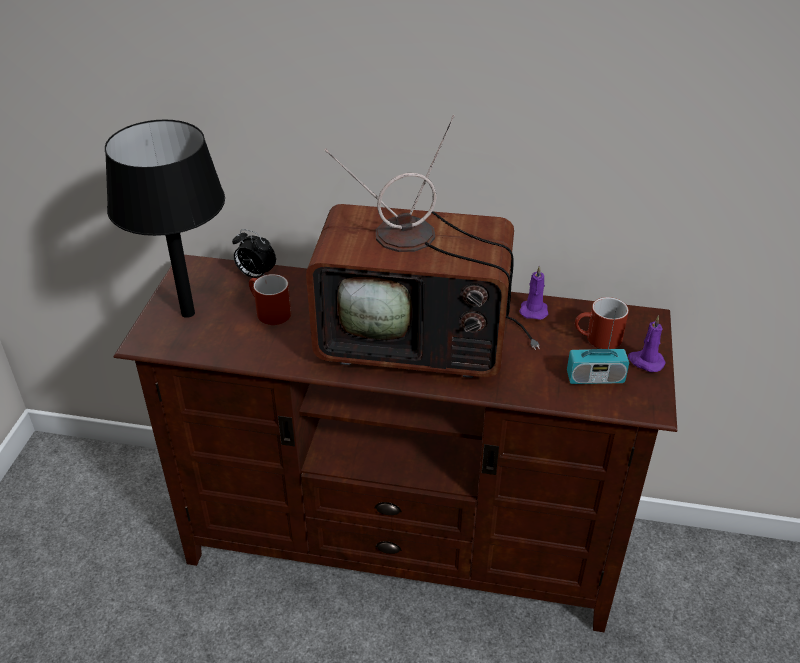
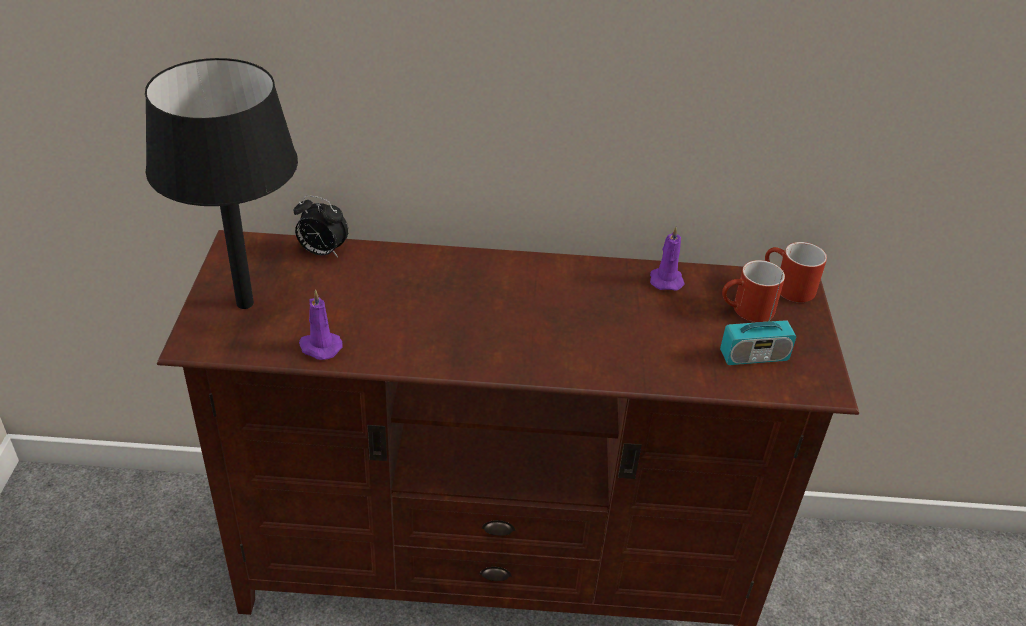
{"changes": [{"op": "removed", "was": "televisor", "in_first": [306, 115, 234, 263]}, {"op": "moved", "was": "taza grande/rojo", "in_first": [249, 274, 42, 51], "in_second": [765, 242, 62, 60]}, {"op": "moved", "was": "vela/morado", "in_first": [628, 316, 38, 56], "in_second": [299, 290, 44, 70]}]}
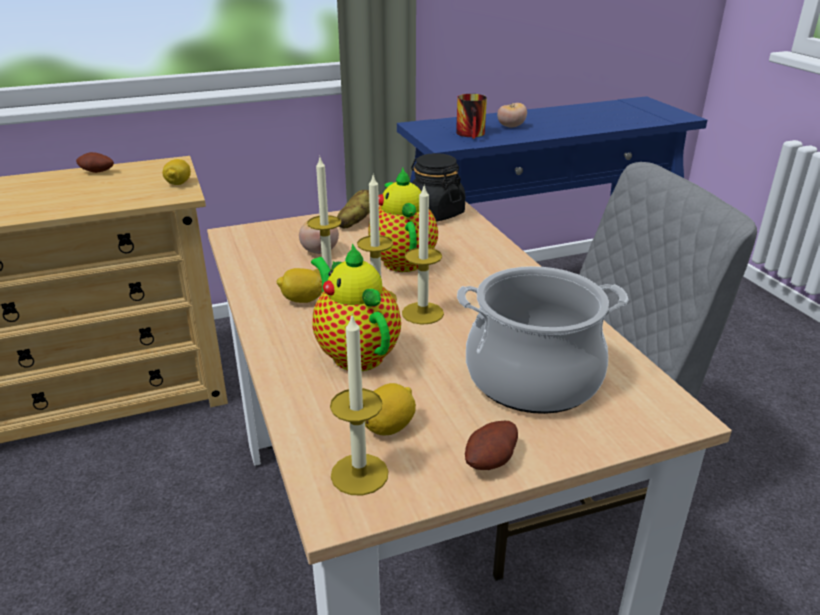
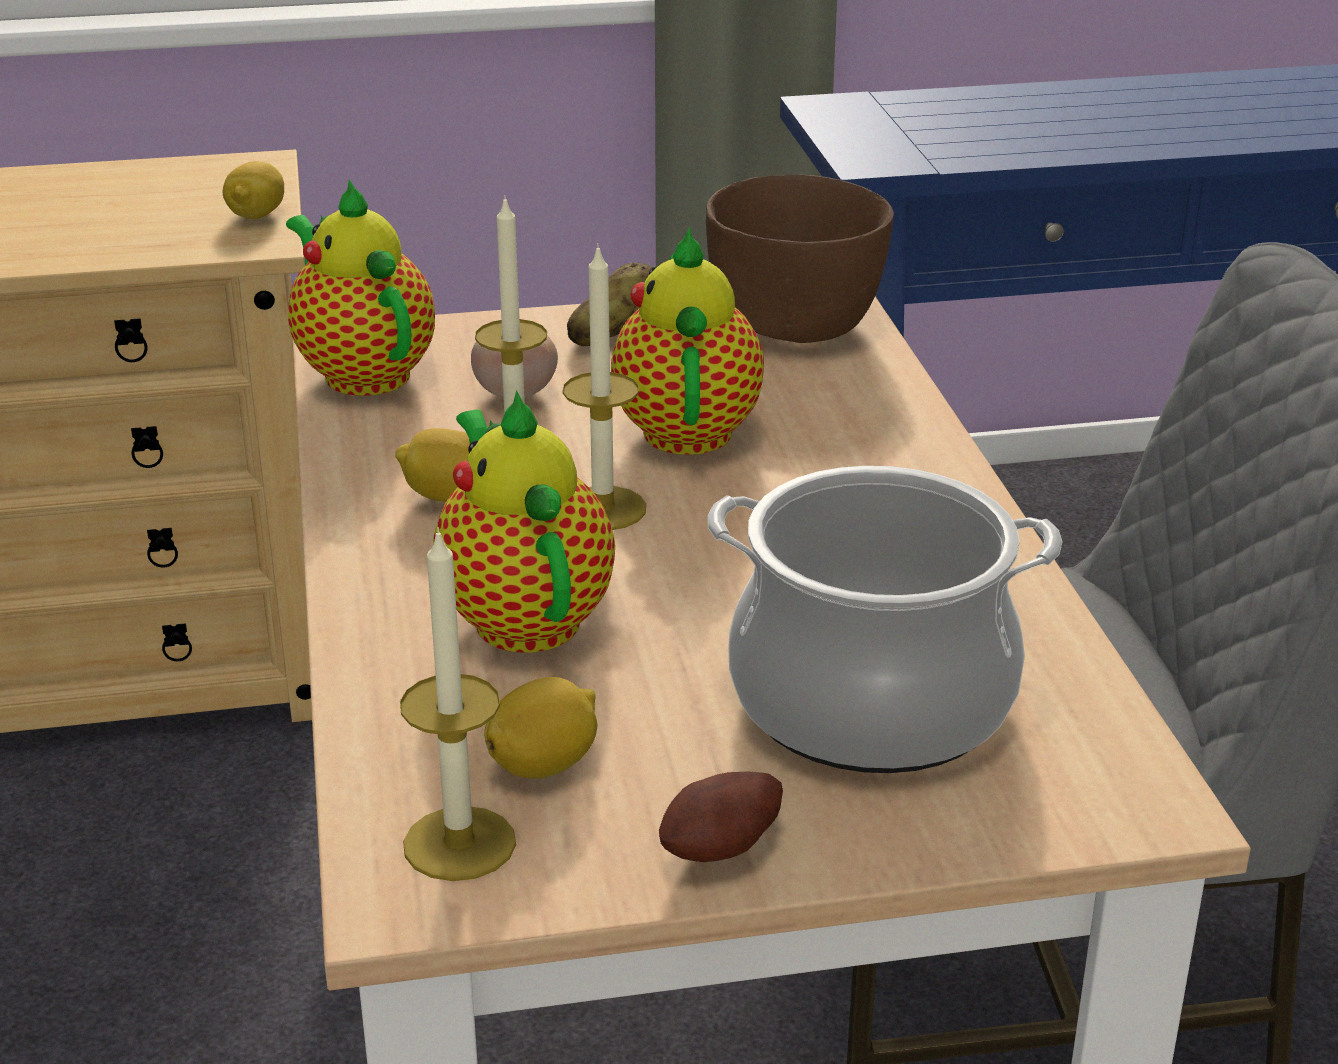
{"changes": [{"op": "removed", "was": "patata", "in_first": [76, 152, 38, 21]}, {"op": "removed", "was": "vela", "in_first": [402, 185, 42, 140]}, {"op": "removed", "was": "taza grande", "in_first": [456, 94, 31, 44]}, {"op": "removed", "was": "tomate", "in_first": [497, 103, 30, 25]}, {"op": "added", "now": "tetera", "in_second": [286, 180, 149, 216]}, {"op": "replaced", "was": "tarro/negro", "now": "cuenco/marrón", "in_first": [411, 153, 54, 69], "in_second": [706, 175, 188, 168]}]}
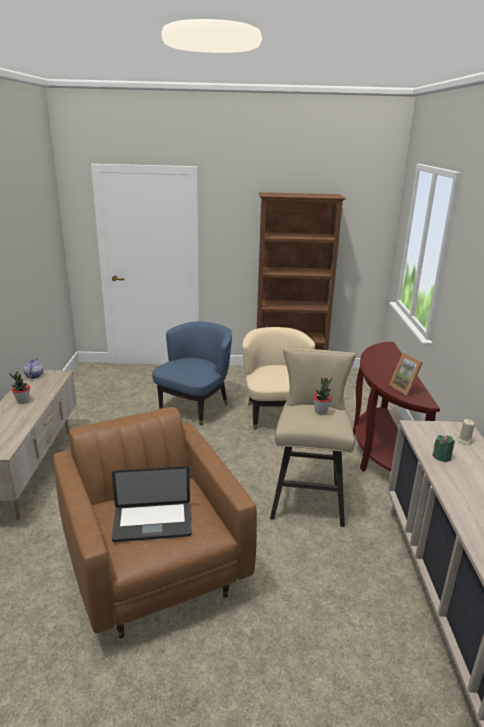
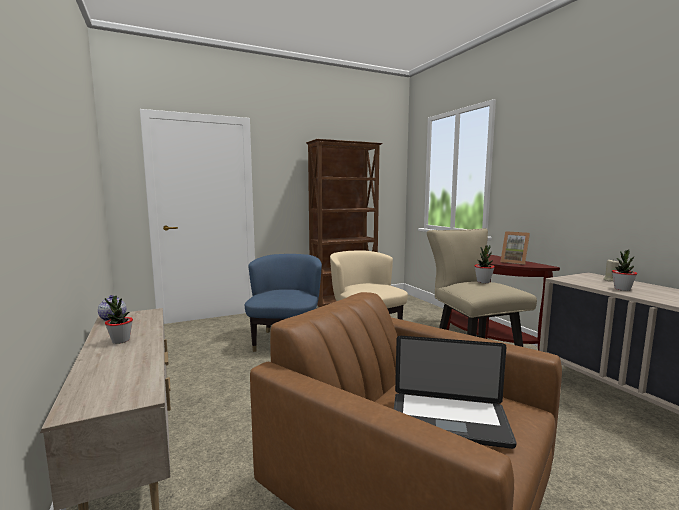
{"changes": [{"op": "replaced", "was": "vela/verde", "now": "planta en maceta", "in_first": [432, 435, 23, 27], "in_second": [612, 249, 25, 42]}, {"op": "turned", "was": "portátil", "in_first": [112, 466, 80, 76], "in_second": [394, 336, 123, 113], "clockwise": 45}]}
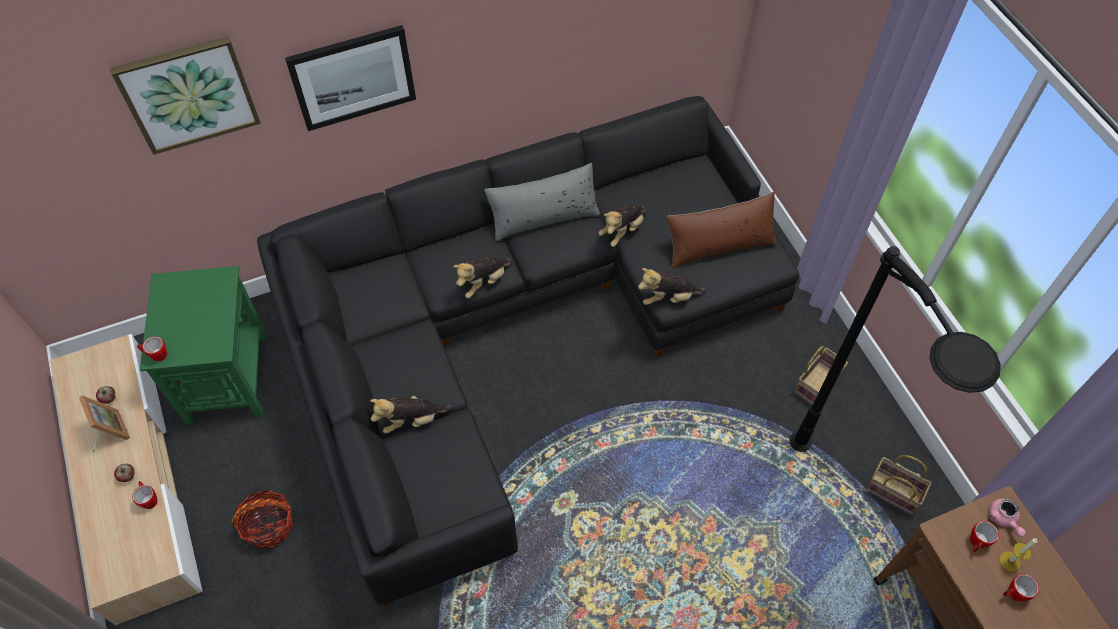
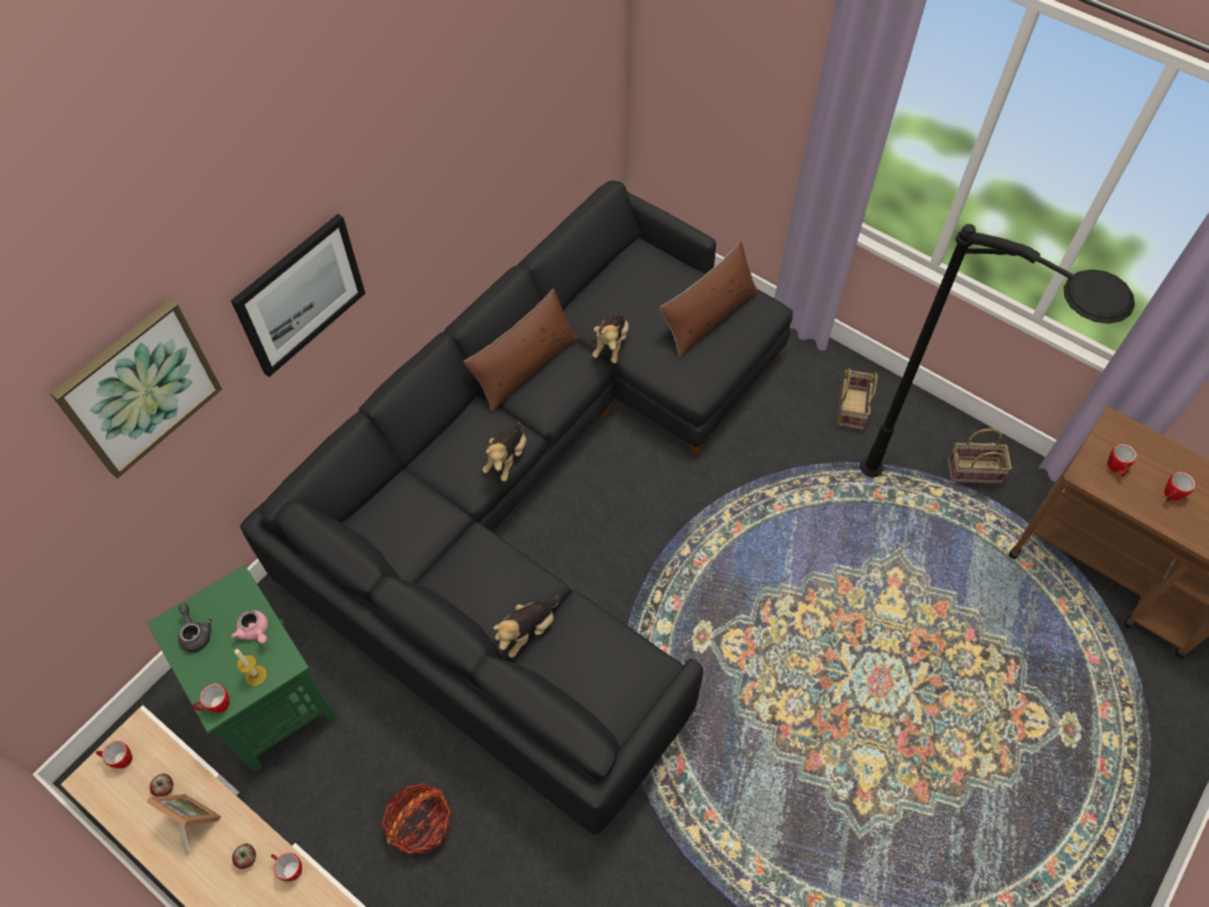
{"changes": [{"op": "removed", "was": "peluche", "in_first": [638, 268, 68, 37]}, {"op": "added", "now": "taza grande", "in_second": [96, 741, 36, 27]}, {"op": "added", "now": "tetera/gris", "in_second": [178, 603, 34, 49]}, {"op": "moved", "was": "tetera/rosa", "in_first": [989, 499, 37, 38], "in_second": [231, 610, 37, 34]}, {"op": "moved", "was": "vela", "in_first": [999, 538, 38, 33], "in_second": [234, 649, 33, 37]}, {"op": "recoloured", "was": "cojín/gris", "now": "cojín/marrón", "in_first": [484, 163, 116, 78], "in_second": [464, 288, 115, 124]}]}
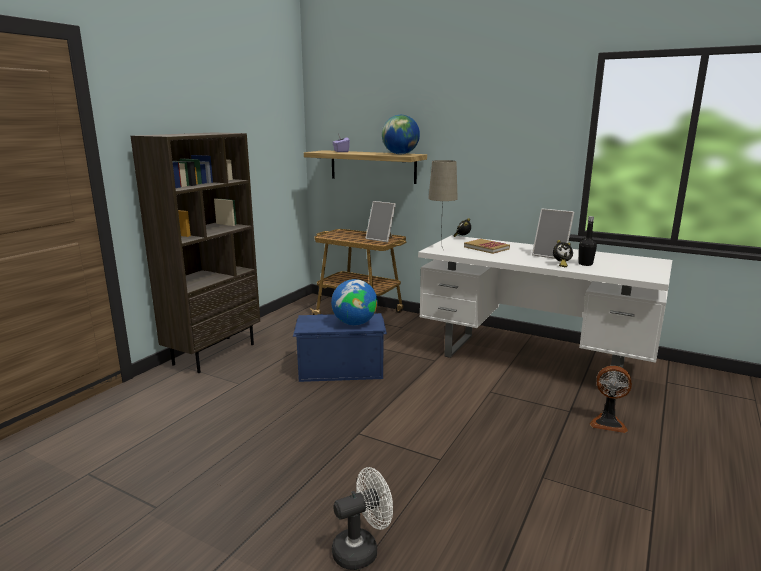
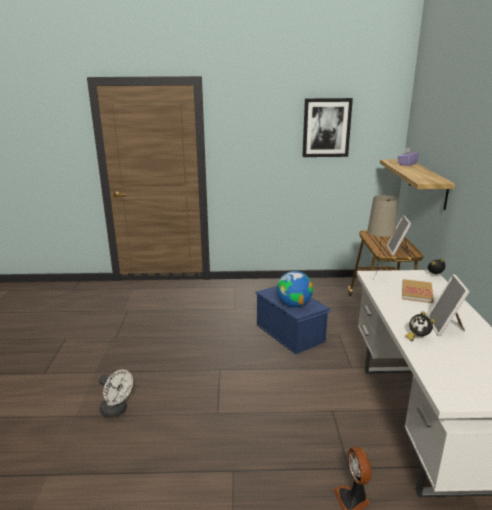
{"changes": [{"op": "removed", "was": "estantería/marrón", "in_first": [131, 133, 129, 240]}, {"op": "removed", "was": "globo terráqueo", "in_first": [382, 115, 38, 39]}, {"op": "removed", "was": "botella/negro", "in_first": [578, 216, 19, 50]}, {"op": "added", "now": "cuadro", "in_second": [302, 98, 51, 59]}]}
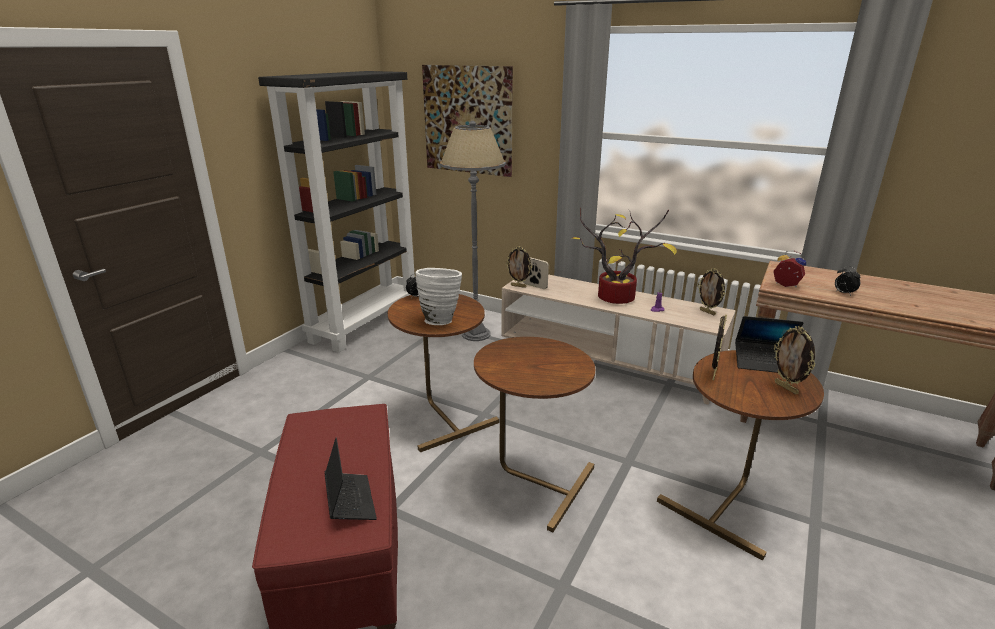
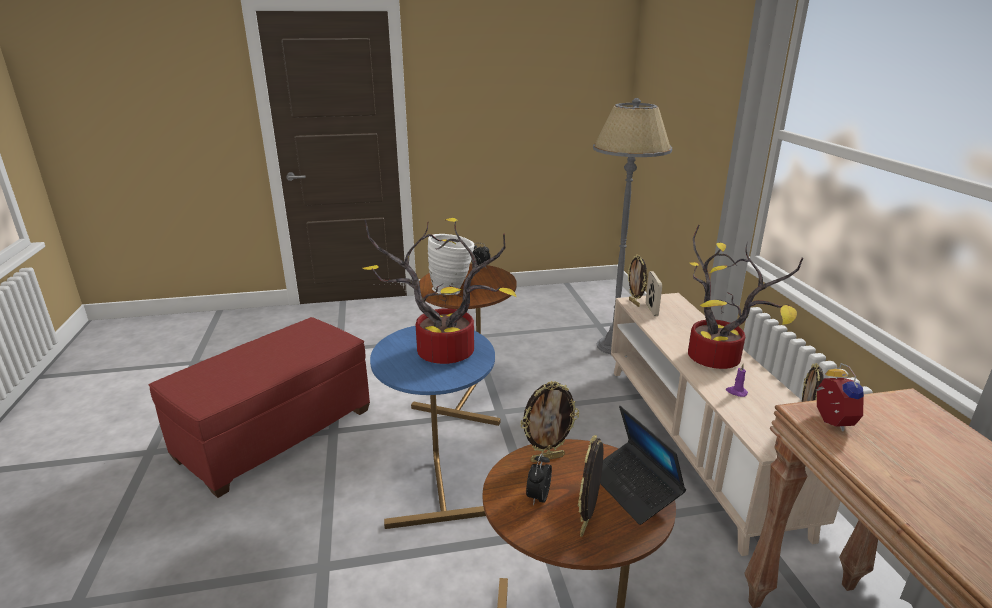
{"changes": [{"op": "removed", "was": "estantería/negro", "in_first": [258, 71, 157, 282]}, {"op": "removed", "was": "portátil", "in_first": [325, 438, 52, 82]}, {"op": "removed", "was": "cuadro", "in_first": [422, 65, 91, 112]}, {"op": "added", "now": "planta en maceta", "in_second": [362, 218, 155, 146]}, {"op": "moved", "was": "despertador", "in_first": [835, 266, 25, 30], "in_second": [526, 453, 26, 53]}, {"op": "recoloured", "was": "mesa auxiliar/marrón", "now": "mesa auxiliar/azul", "in_first": [474, 337, 121, 195], "in_second": [370, 326, 125, 203]}]}
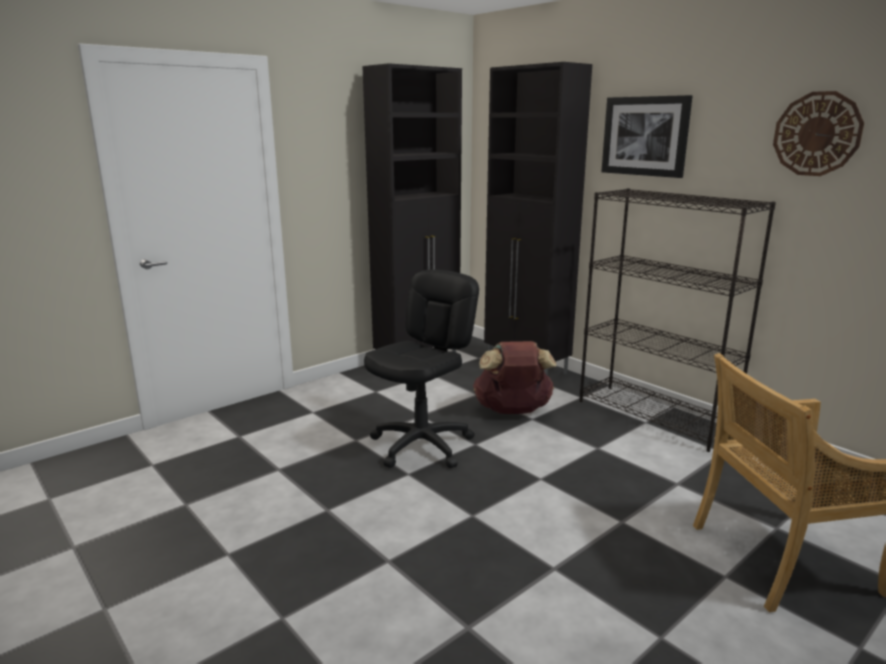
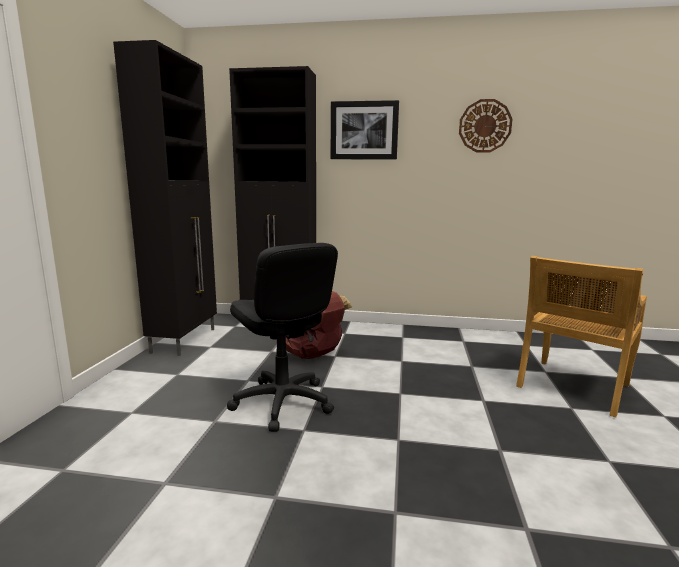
{"changes": [{"op": "removed", "was": "estantería/negro", "in_first": [580, 188, 196, 264]}, {"op": "turned", "was": "silla de oficina/negro", "in_first": [364, 270, 115, 198], "in_second": [227, 243, 111, 189], "clockwise": 150}]}
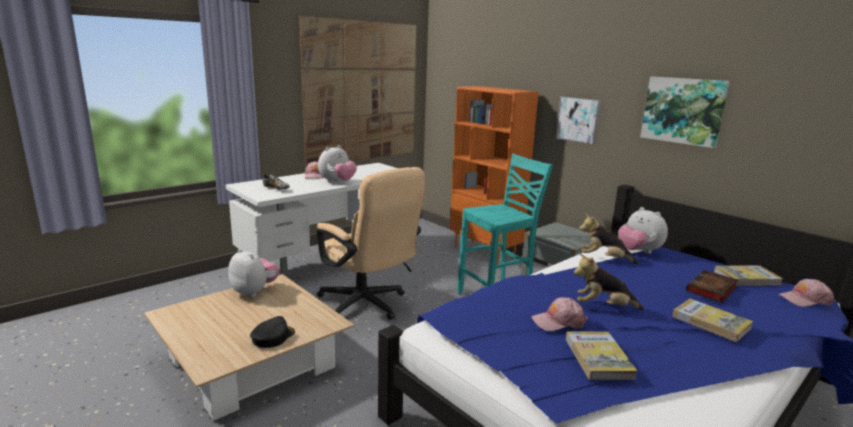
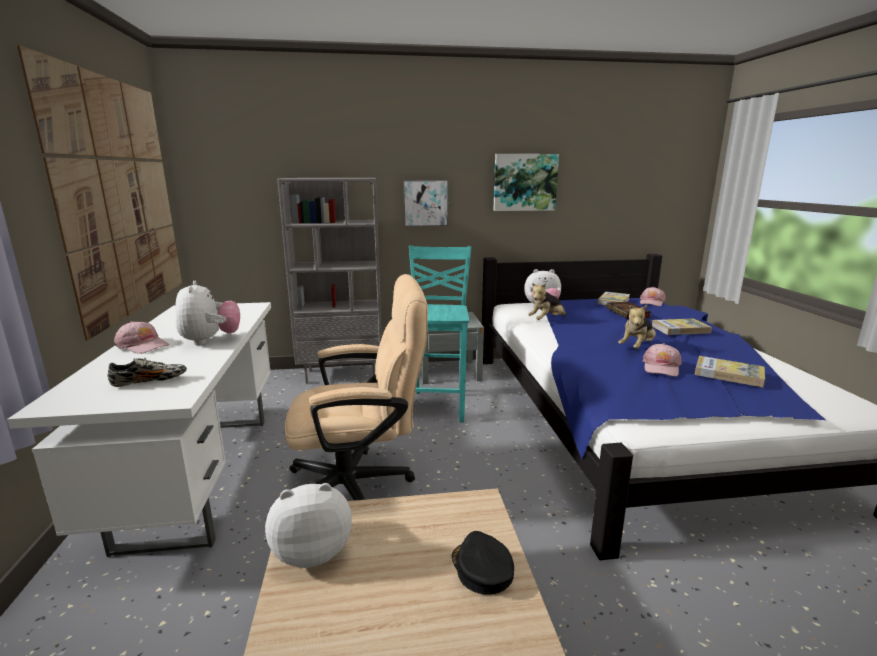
{"changes": [{"op": "recoloured", "was": "estantería/naranja", "now": "estantería/gris", "in_first": [450, 86, 89, 178], "in_second": [277, 178, 105, 206]}]}
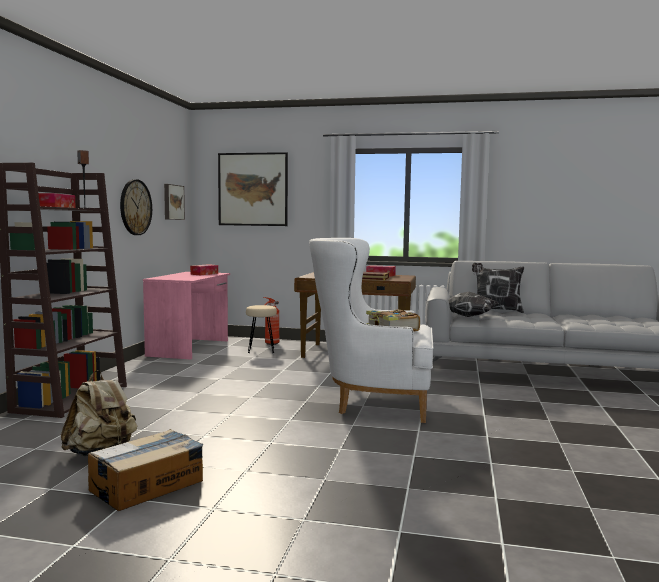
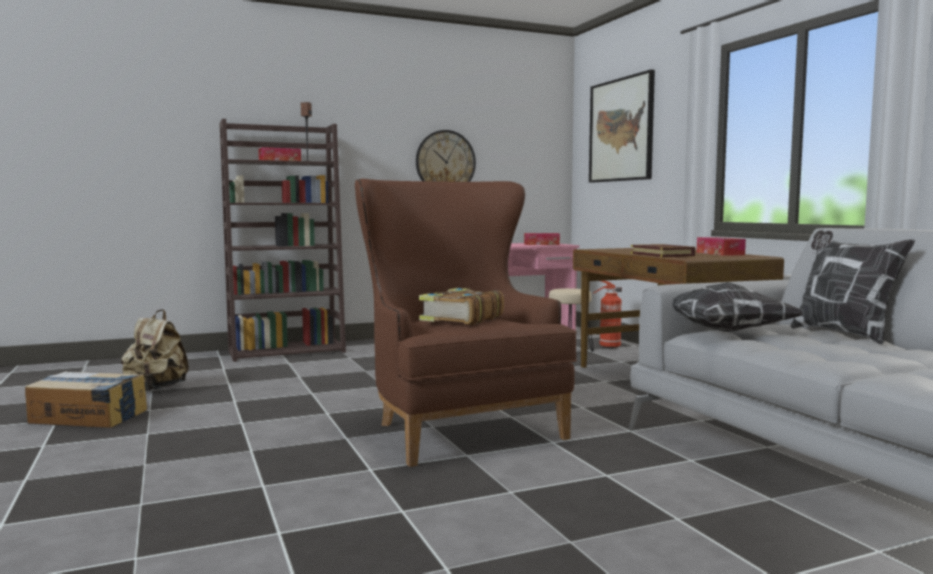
{"changes": [{"op": "removed", "was": "cuadro", "in_first": [164, 184, 21, 36]}, {"op": "recoloured", "was": "sillón/blanco", "now": "sillón/marrón", "in_first": [309, 238, 124, 185], "in_second": [355, 179, 222, 288]}]}
